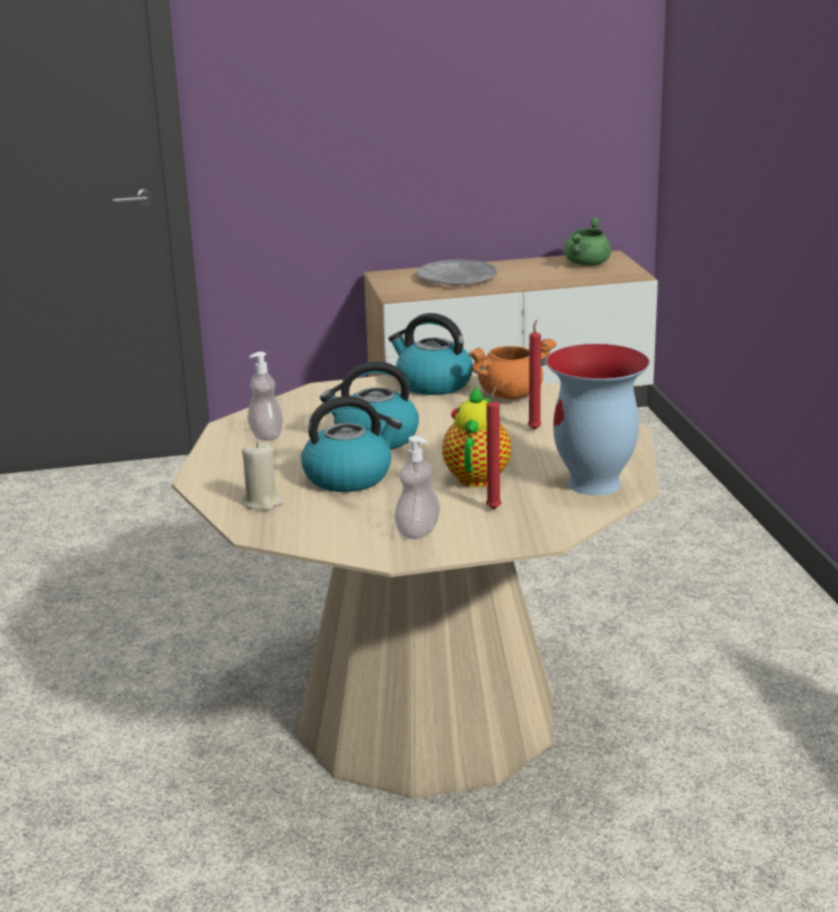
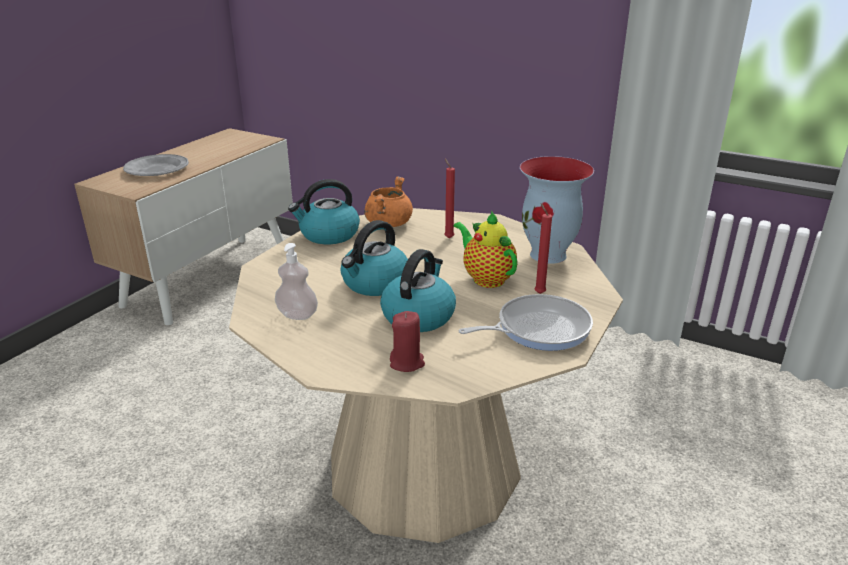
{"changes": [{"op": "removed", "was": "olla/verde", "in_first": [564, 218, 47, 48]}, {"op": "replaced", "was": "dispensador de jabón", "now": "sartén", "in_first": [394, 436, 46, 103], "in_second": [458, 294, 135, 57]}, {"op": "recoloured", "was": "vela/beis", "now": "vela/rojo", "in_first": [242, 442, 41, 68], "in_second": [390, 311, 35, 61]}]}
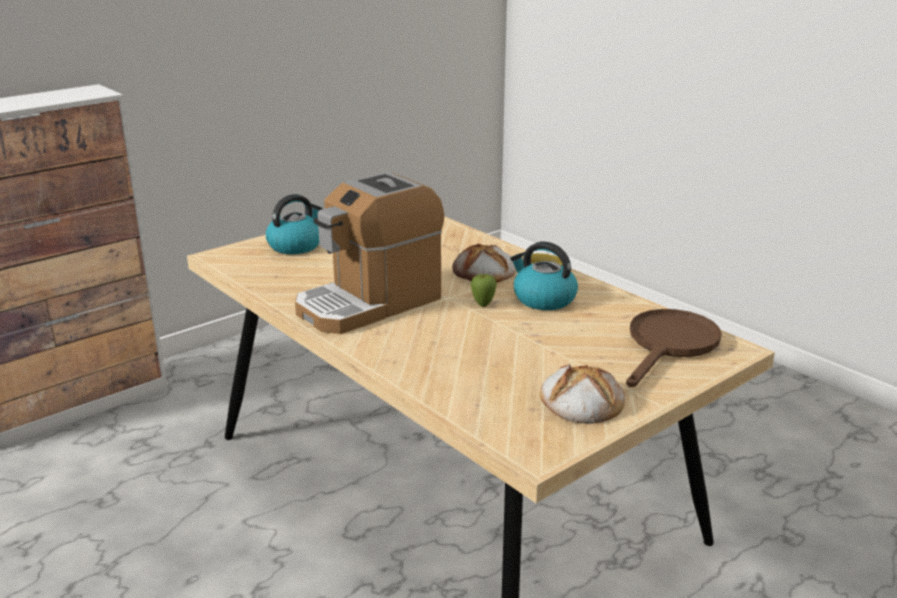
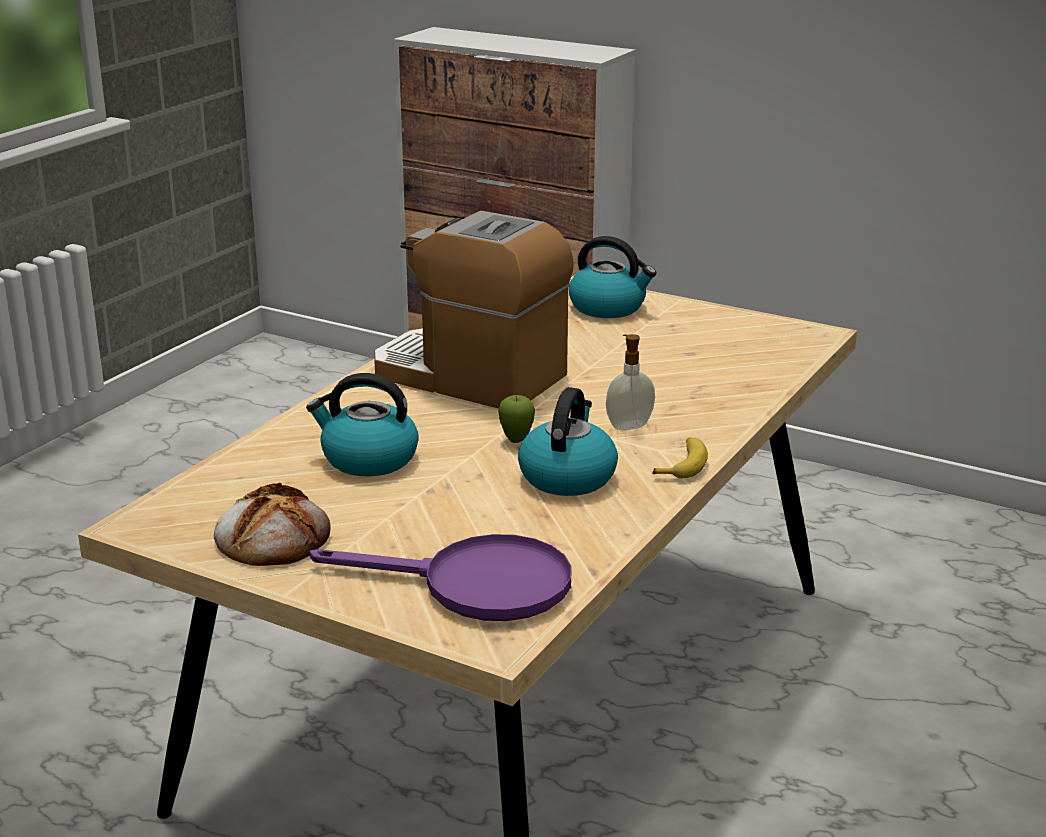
{"changes": [{"op": "added", "now": "hervidor", "in_second": [306, 373, 113, 103]}, {"op": "replaced", "was": "pan", "now": "dispensador de jabón", "in_first": [452, 244, 64, 39], "in_second": [606, 334, 49, 96]}, {"op": "recoloured", "was": "sartén/marrón", "now": "sartén/morado", "in_first": [626, 309, 96, 78], "in_second": [310, 534, 262, 87]}]}
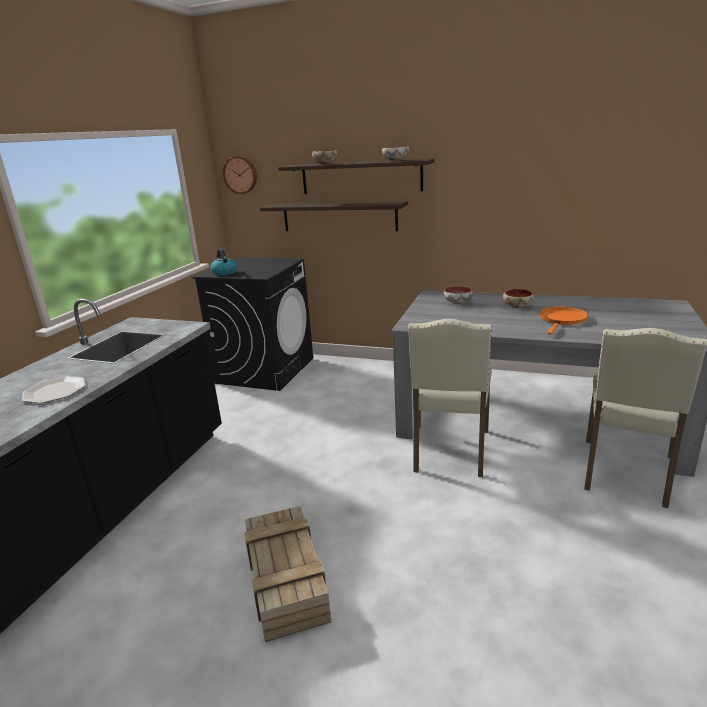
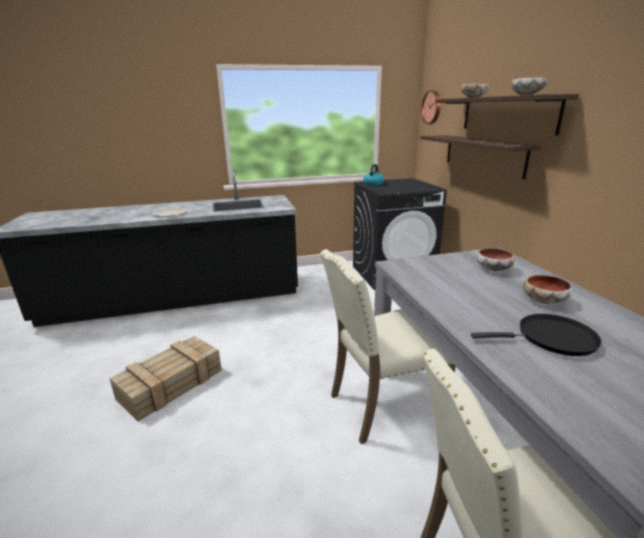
{"changes": [{"op": "recoloured", "was": "sartén/naranja", "now": "sartén/negro", "in_first": [539, 306, 49, 29], "in_second": [471, 314, 131, 42]}]}
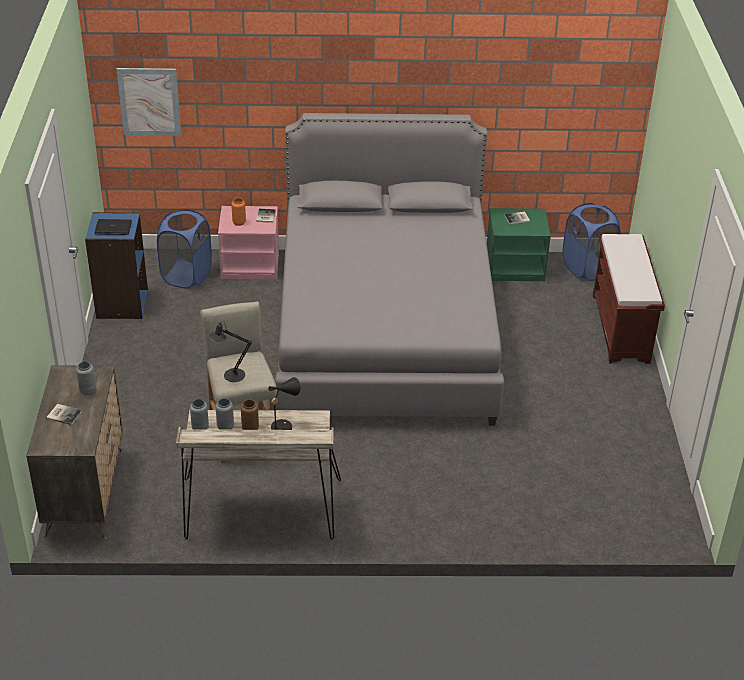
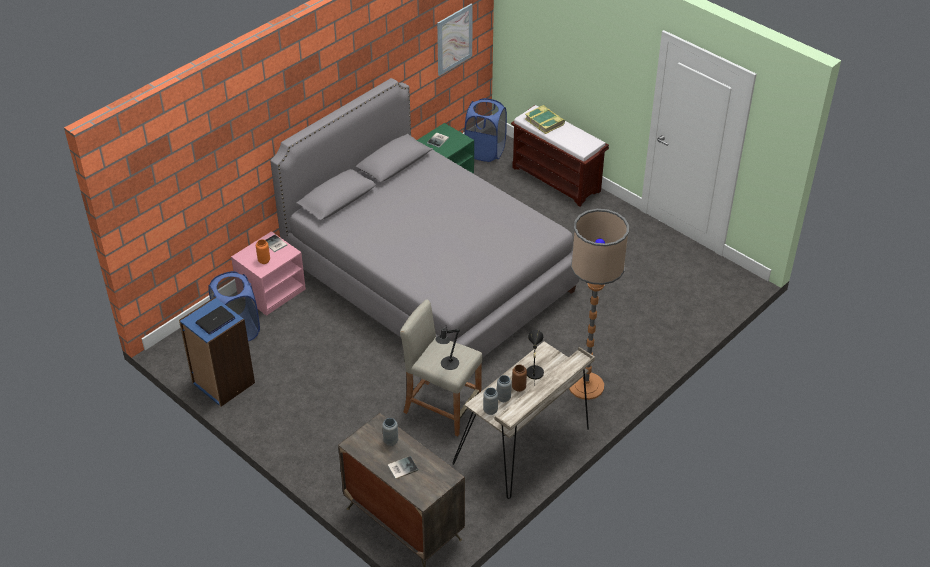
{"changes": [{"op": "added", "now": "libro", "in_second": [525, 105, 40, 29]}, {"op": "added", "now": "lámpara de pie", "in_second": [569, 209, 60, 191]}, {"op": "moved", "was": "cuadro", "in_first": [116, 68, 65, 68], "in_second": [437, 4, 36, 72]}]}
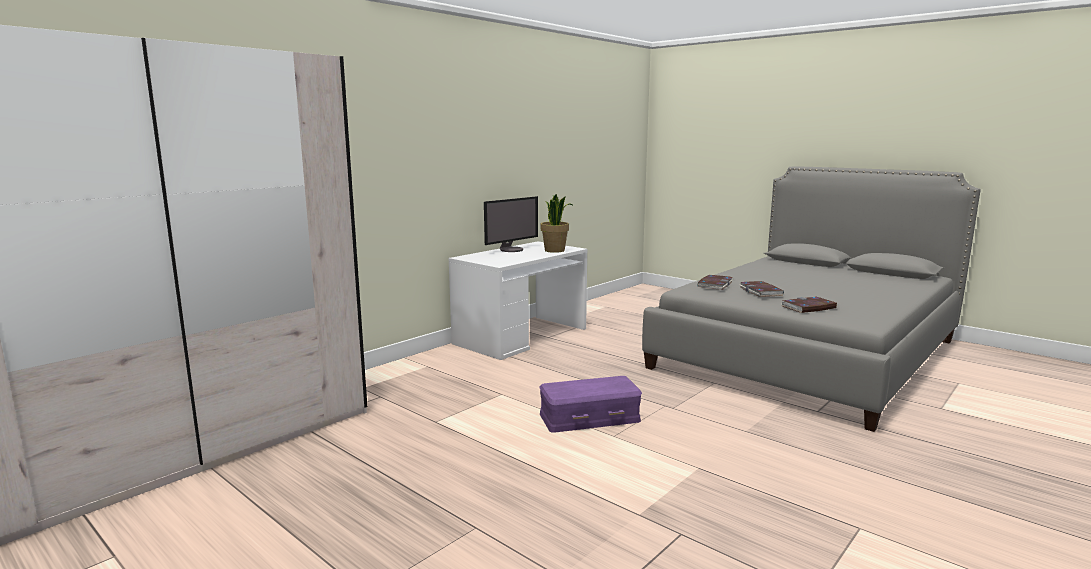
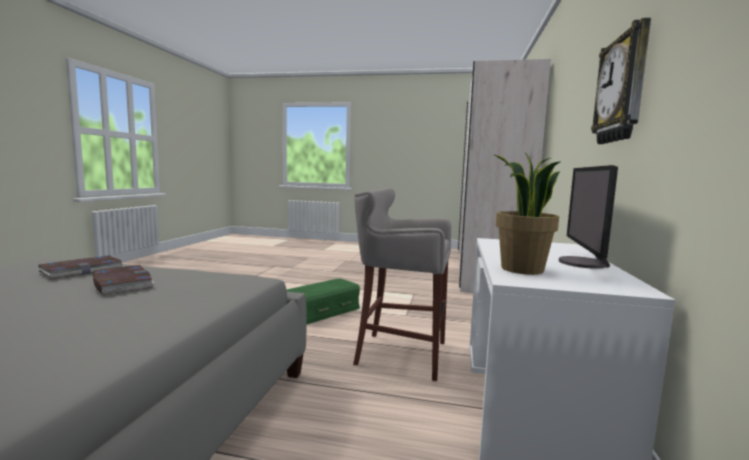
{"changes": [{"op": "removed", "was": "libro", "in_first": [698, 275, 35, 15]}, {"op": "added", "now": "taburete/gris", "in_second": [353, 188, 98, 193]}, {"op": "added", "now": "reloj de pared", "in_second": [591, 18, 60, 126]}, {"op": "recoloured", "was": "caja de almacenaje/morado", "now": "caja de almacenaje/verde", "in_first": [539, 376, 103, 57], "in_second": [287, 278, 73, 46]}]}
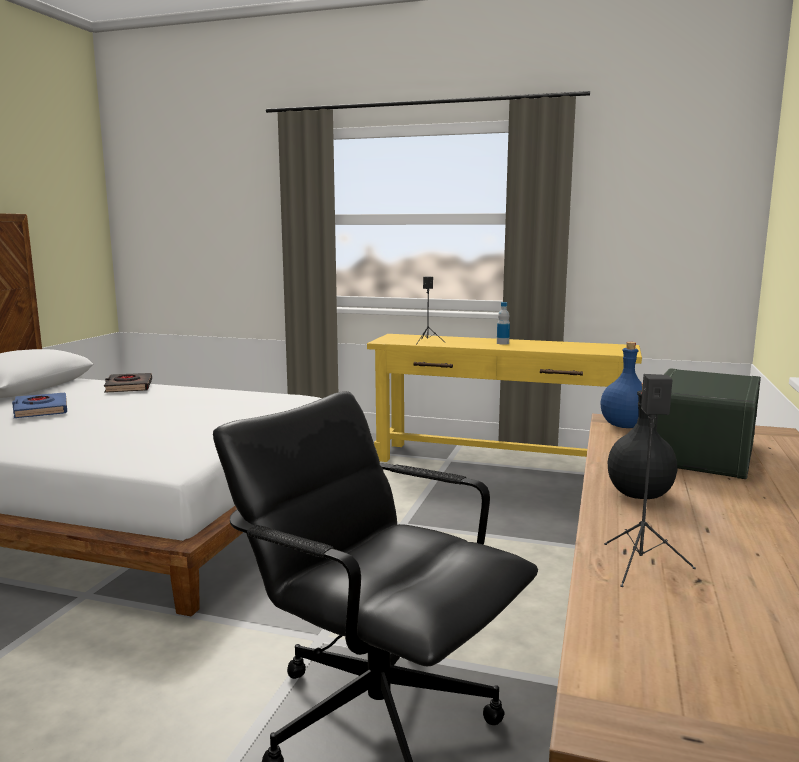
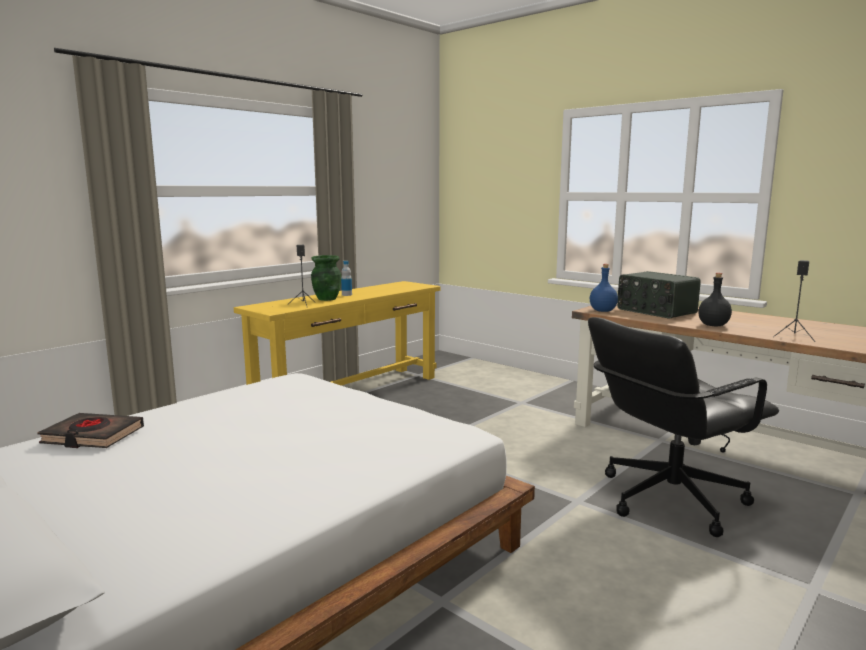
{"changes": [{"op": "removed", "was": "libro/azul", "in_first": [12, 393, 55, 25]}, {"op": "added", "now": "florero/verde", "in_second": [311, 255, 30, 46]}]}
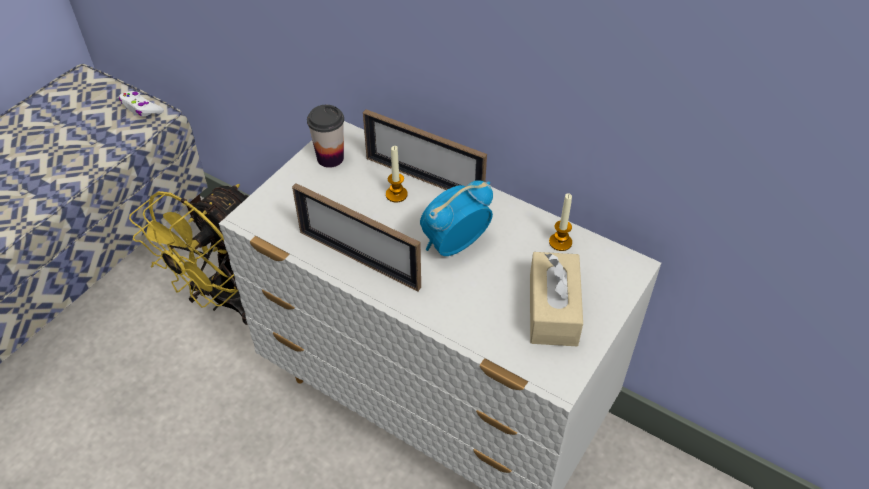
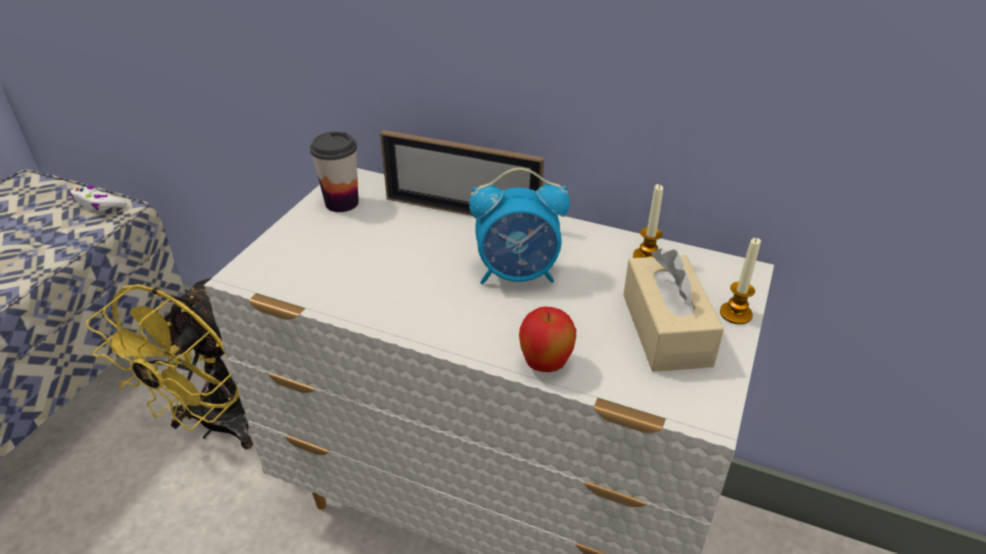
{"changes": [{"op": "removed", "was": "portarretratos", "in_first": [292, 183, 129, 108]}, {"op": "added", "now": "manzana", "in_second": [519, 306, 57, 66]}, {"op": "moved", "was": "vela", "in_first": [386, 146, 22, 56], "in_second": [720, 238, 41, 86]}, {"op": "turned", "was": "despertador", "in_first": [420, 180, 73, 76], "in_second": [469, 168, 101, 116], "clockwise": -135}]}
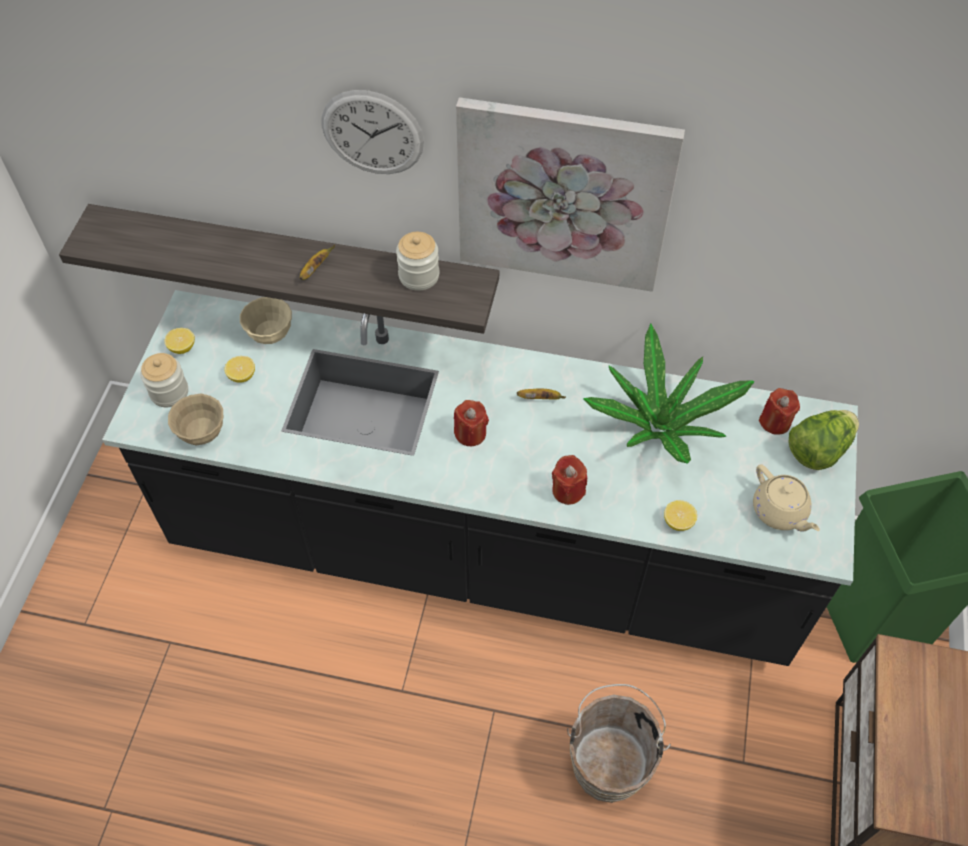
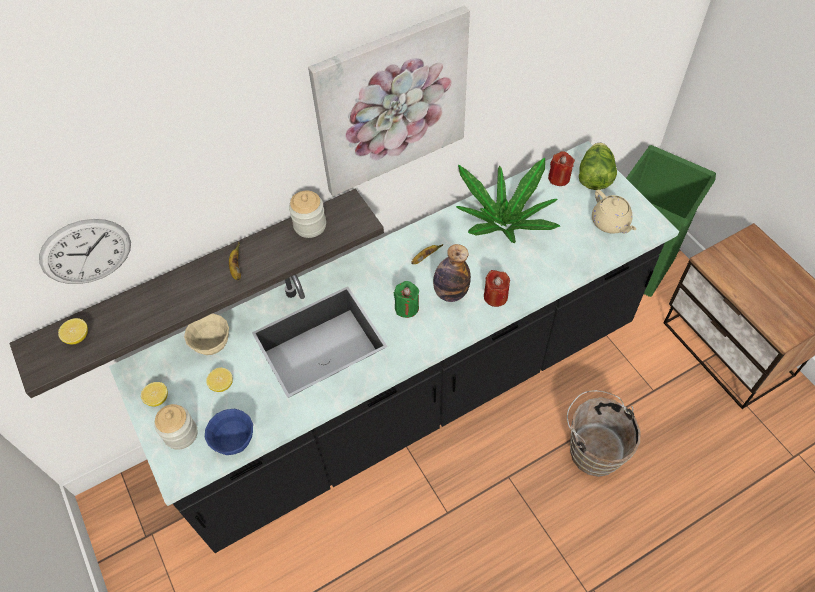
{"changes": [{"op": "added", "now": "botella", "in_second": [433, 244, 38, 58]}, {"op": "moved", "was": "reloj de pared", "in_first": [322, 90, 102, 84], "in_second": [39, 219, 92, 65]}, {"op": "moved", "was": "limón", "in_first": [664, 500, 33, 31], "in_second": [58, 318, 30, 26]}, {"op": "recoloured", "was": "cuenco/beis", "now": "cuenco/azul", "in_first": [168, 394, 55, 51], "in_second": [205, 408, 48, 47]}, {"op": "recoloured", "was": "vela/rojo", "now": "vela/verde", "in_first": [454, 400, 35, 46], "in_second": [394, 281, 25, 37]}, {"op": "turned", "was": "tetera/beis", "in_first": [753, 464, 67, 68], "in_second": [592, 190, 44, 44], "clockwise": 45}]}
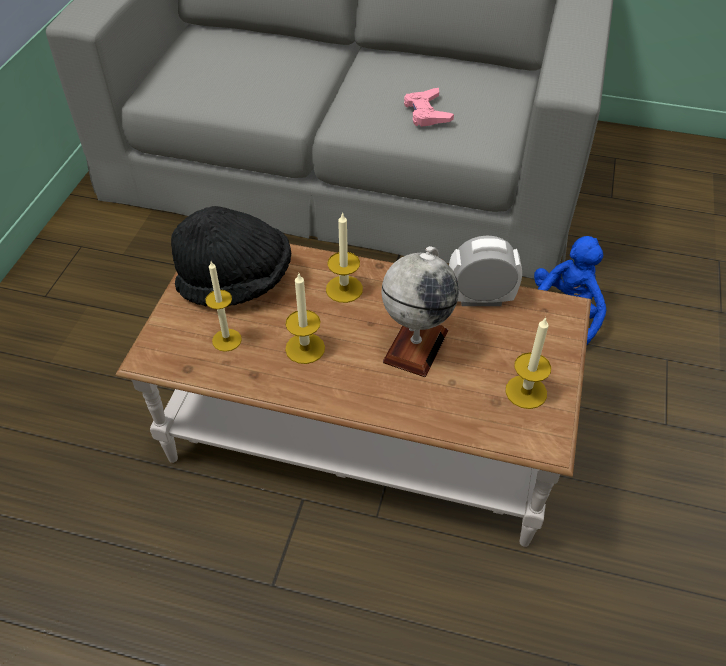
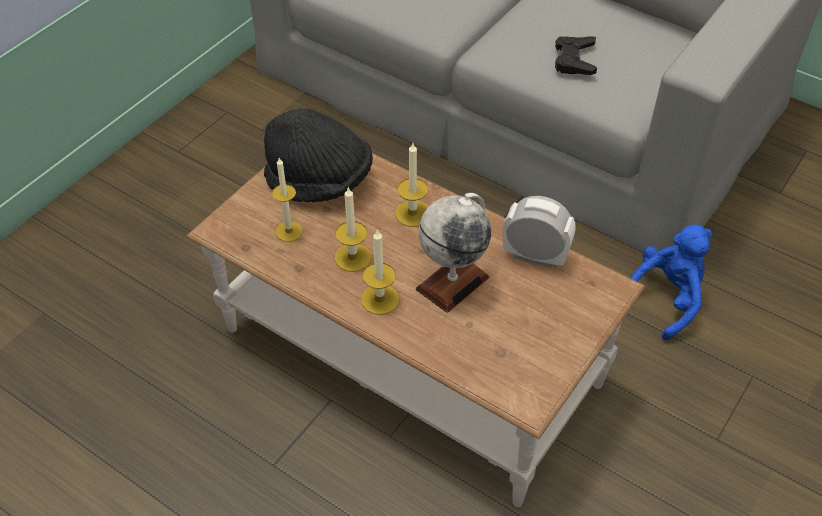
{"changes": [{"op": "moved", "was": "vela", "in_first": [506, 317, 45, 92], "in_second": [361, 229, 38, 86]}, {"op": "recoloured", "was": "mando de consola/rosa", "now": "mando de consola/negro", "in_first": [404, 88, 50, 39], "in_second": [555, 36, 42, 39]}]}
